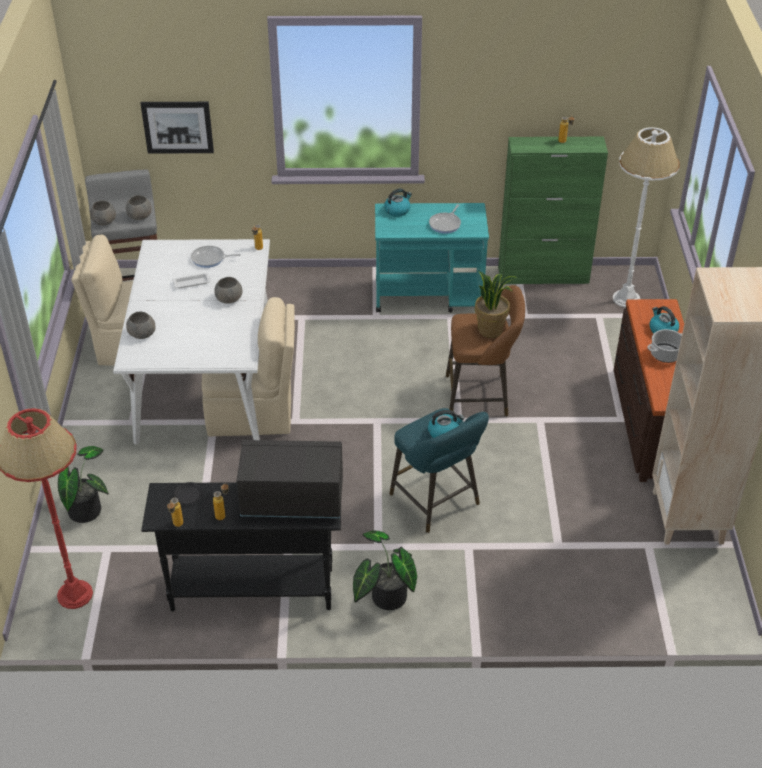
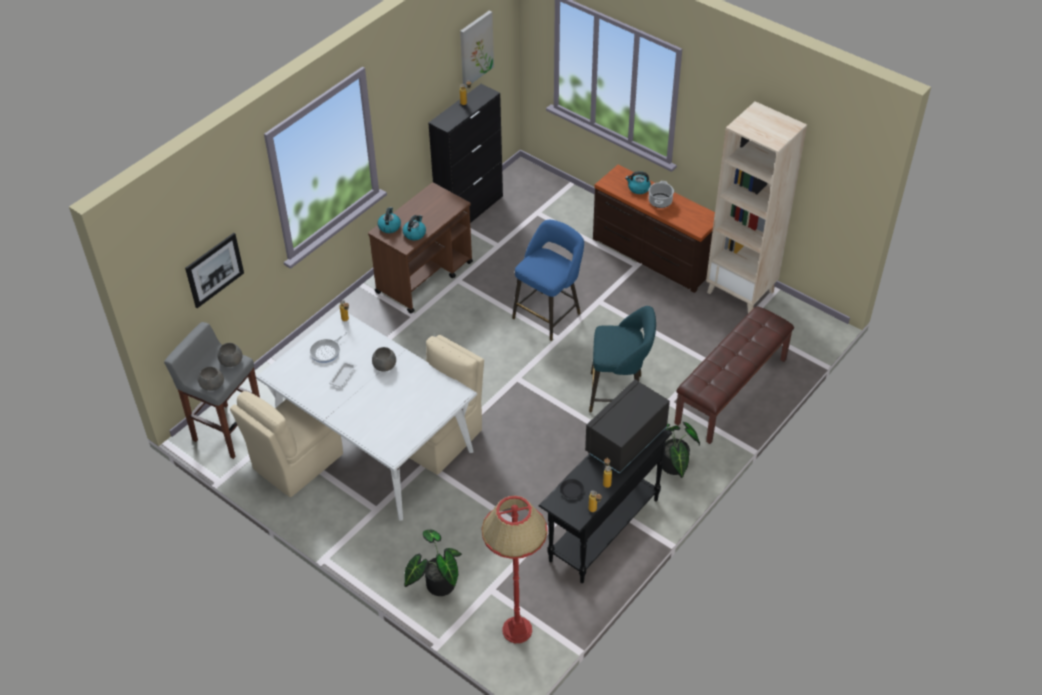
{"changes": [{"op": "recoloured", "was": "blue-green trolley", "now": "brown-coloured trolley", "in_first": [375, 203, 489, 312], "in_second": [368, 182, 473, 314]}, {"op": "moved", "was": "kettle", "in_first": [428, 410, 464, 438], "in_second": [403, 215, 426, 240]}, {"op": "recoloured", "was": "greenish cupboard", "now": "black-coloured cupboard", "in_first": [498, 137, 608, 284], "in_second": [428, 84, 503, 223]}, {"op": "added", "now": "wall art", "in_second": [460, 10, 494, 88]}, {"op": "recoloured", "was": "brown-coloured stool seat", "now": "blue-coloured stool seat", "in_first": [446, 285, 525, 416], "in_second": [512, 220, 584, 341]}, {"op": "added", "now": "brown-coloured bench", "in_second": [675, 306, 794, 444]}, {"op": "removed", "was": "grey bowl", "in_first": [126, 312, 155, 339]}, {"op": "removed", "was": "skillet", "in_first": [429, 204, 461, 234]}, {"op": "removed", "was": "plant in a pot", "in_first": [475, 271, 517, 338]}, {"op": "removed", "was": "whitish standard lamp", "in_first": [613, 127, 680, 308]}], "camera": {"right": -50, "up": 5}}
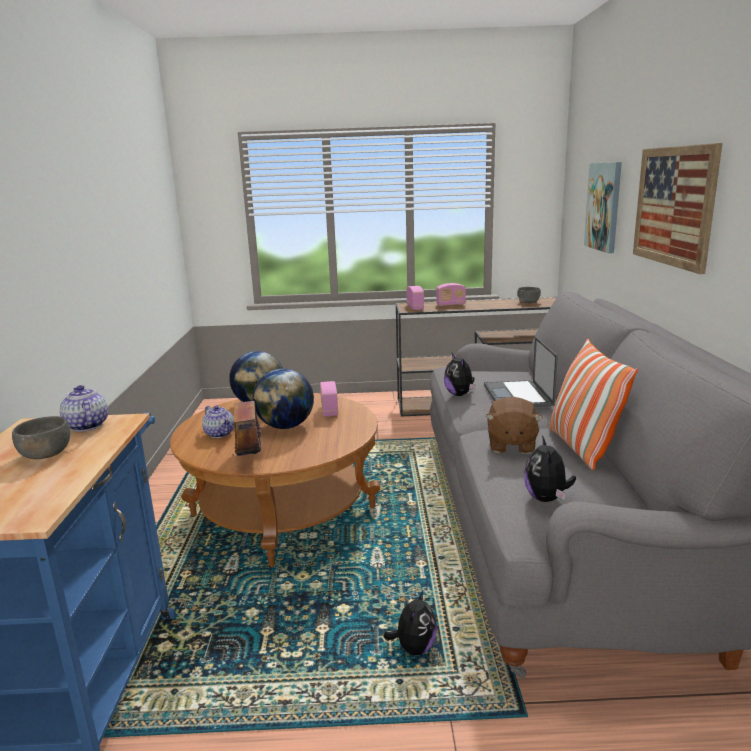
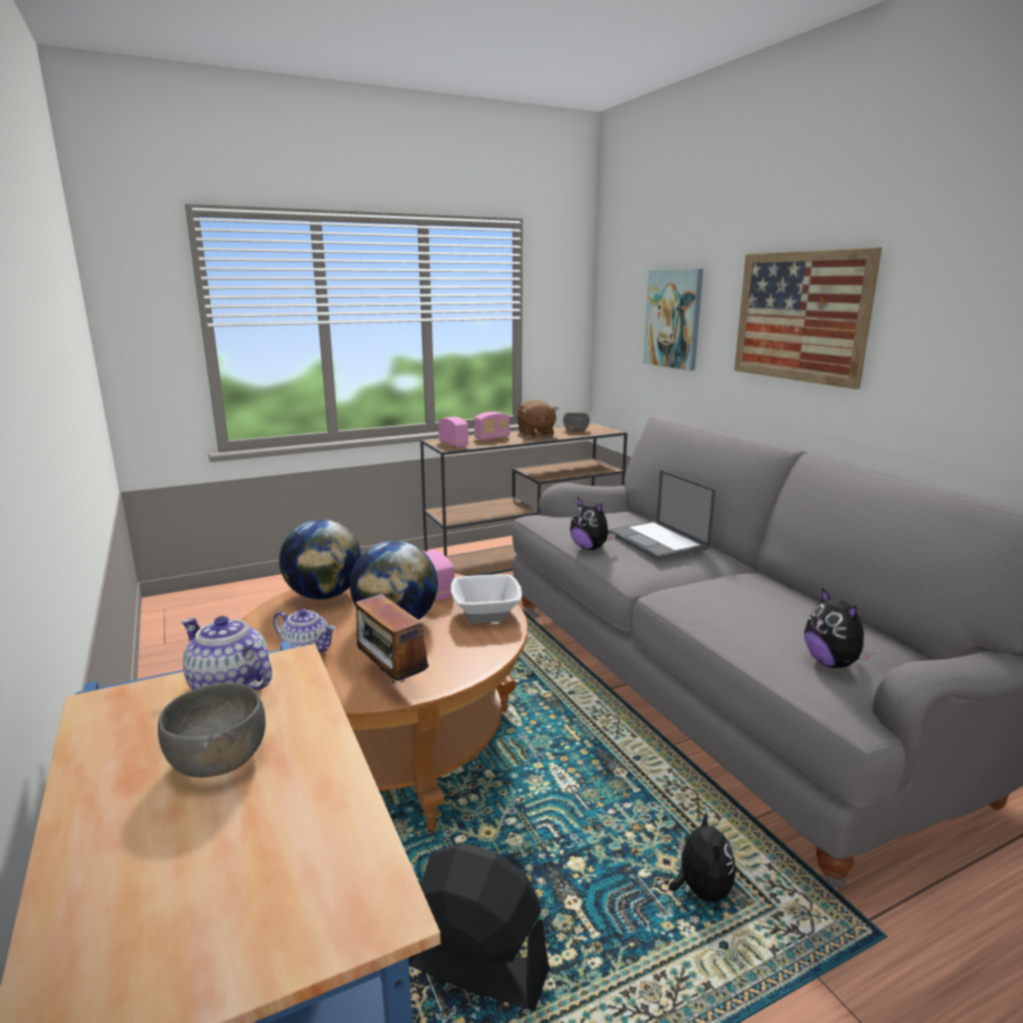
{"changes": [{"op": "added", "now": "black-coloured fan", "in_second": [408, 843, 549, 1011]}, {"op": "added", "now": "bowl", "in_second": [451, 574, 522, 623]}, {"op": "moved", "was": "brown-coloured plush toy", "in_first": [486, 396, 543, 454], "in_second": [517, 400, 559, 437]}, {"op": "removed", "was": "throw pillow", "in_first": [549, 339, 638, 470]}], "camera": {"right": -25, "up": 0}}
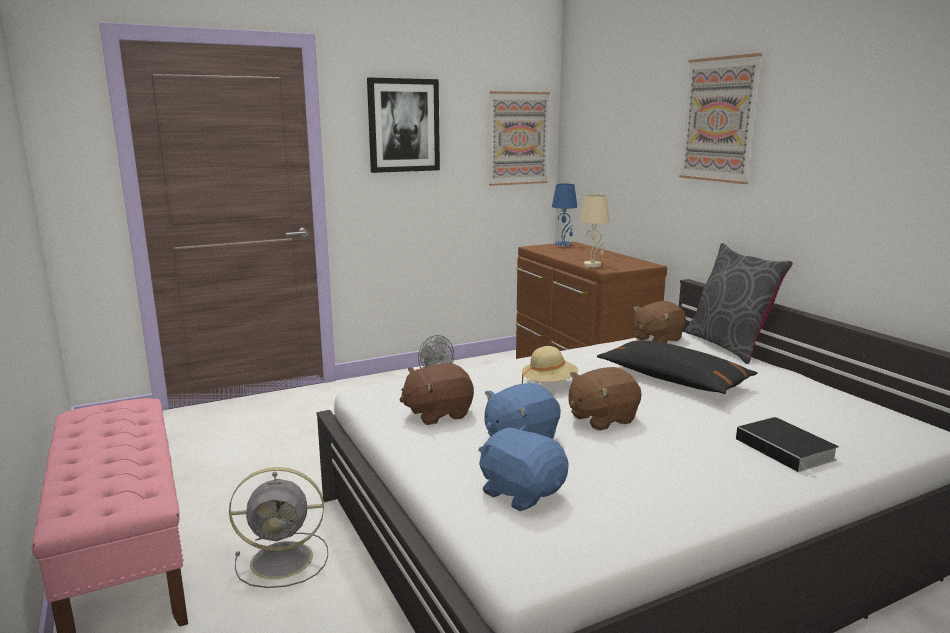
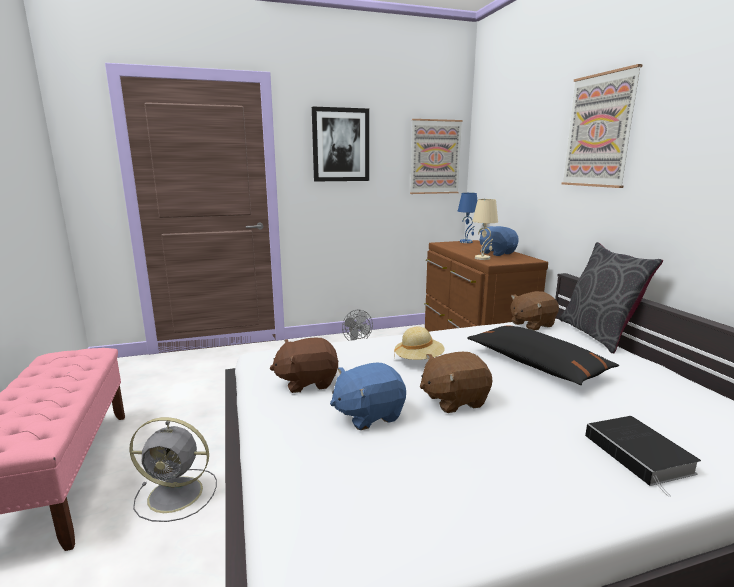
{"changes": [{"op": "moved", "was": "blue-coloured plush toy", "in_first": [478, 425, 569, 511], "in_second": [479, 226, 519, 256]}], "camera": {"right": 10, "up": 0}}
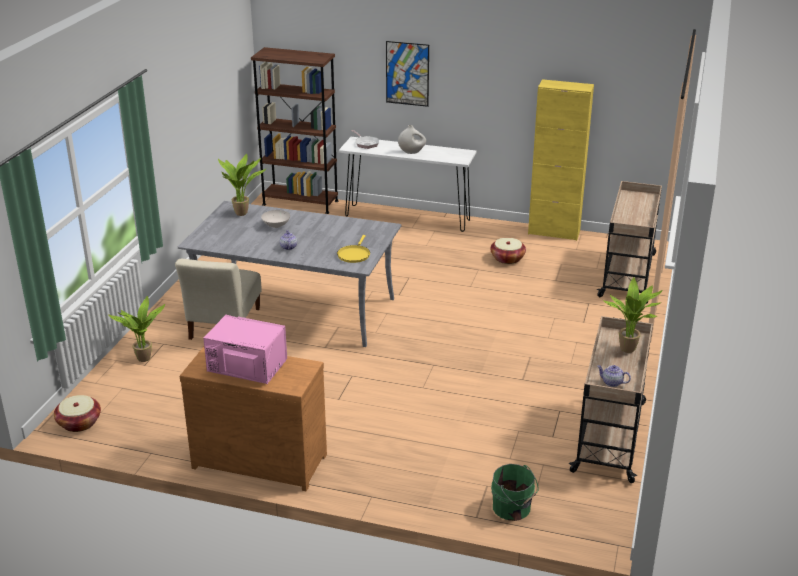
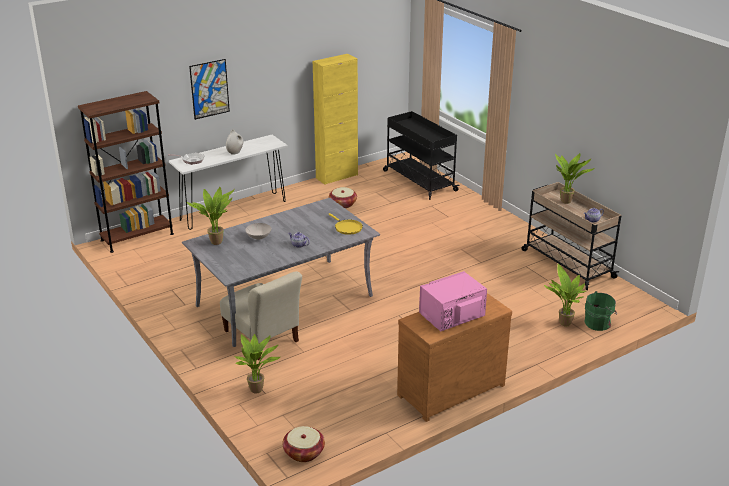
{"changes": [{"op": "recoloured", "was": "beige trolley", "now": "black-coloured trolley", "in_first": [597, 181, 662, 304], "in_second": [383, 111, 460, 200]}, {"op": "added", "now": "plant in a pot", "in_second": [544, 264, 588, 327]}], "camera": {"right": -50, "up": 0}}
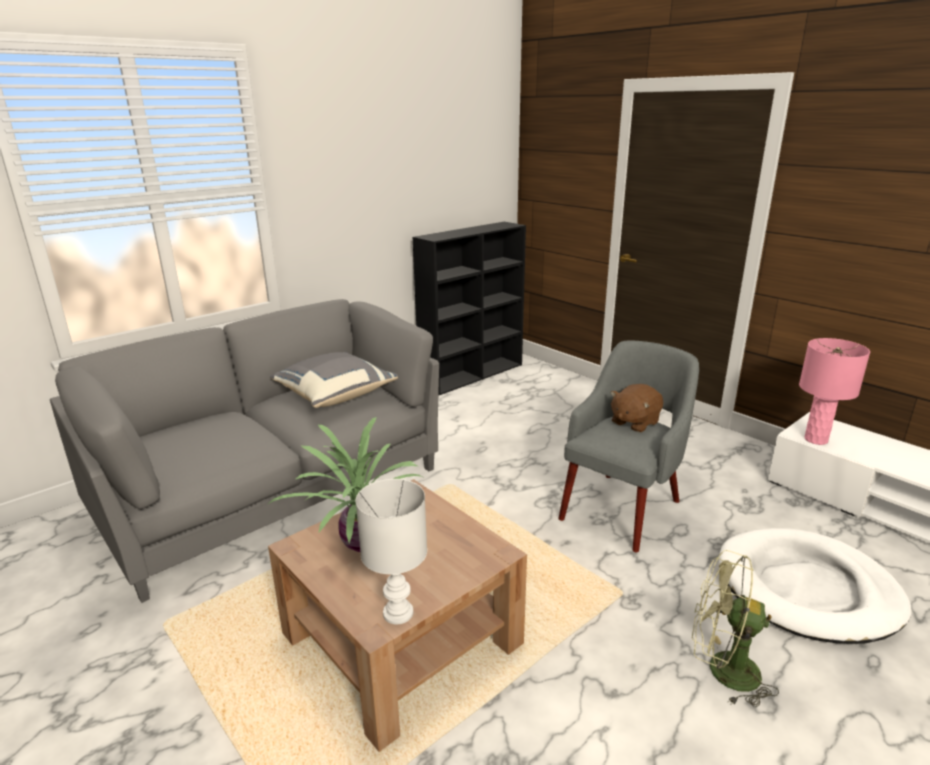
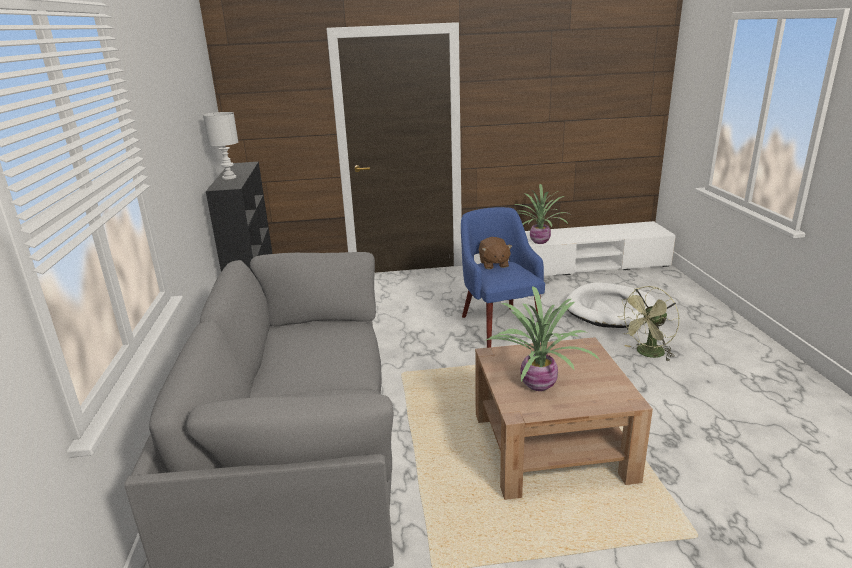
{"changes": [{"op": "moved", "was": "whitish lamp for a table", "in_first": [355, 479, 427, 625], "in_second": [203, 112, 238, 180]}, {"op": "recoloured", "was": "grey easy chair", "now": "blue-coloured easy chair", "in_first": [558, 341, 699, 553], "in_second": [461, 207, 545, 348]}, {"op": "replaced", "was": "pinkish lamp for a table", "now": "plant in a pot", "in_first": [799, 338, 870, 445], "in_second": [515, 184, 570, 244]}, {"op": "removed", "was": "grey throw pillow", "in_first": [270, 352, 398, 408]}], "camera": {"right": -55, "up": 0}}
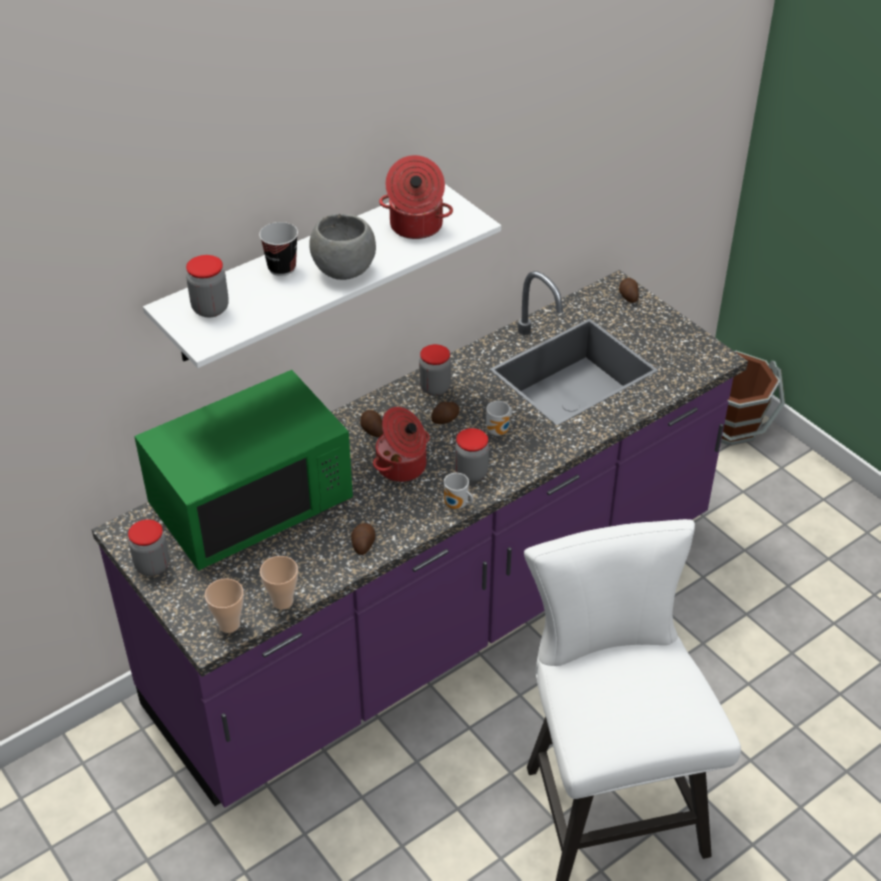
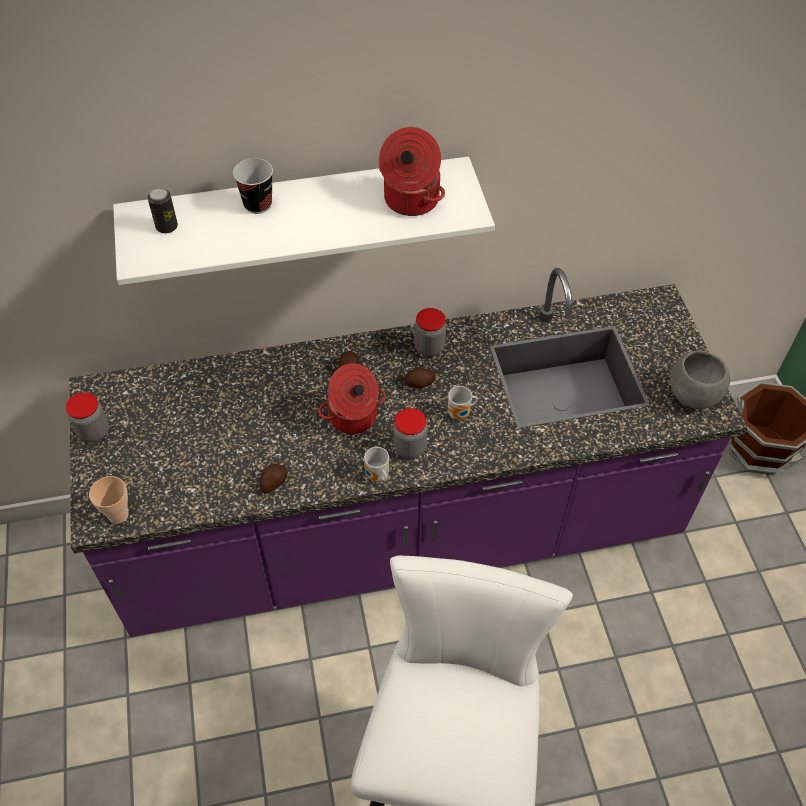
{"changes": [{"op": "replaced", "was": "storage jar", "now": "metal can", "in_first": [186, 255, 229, 317], "in_second": [147, 187, 178, 233]}, {"op": "moved", "was": "grey bowl", "in_first": [309, 213, 376, 280], "in_second": [670, 351, 730, 409]}, {"op": "removed", "was": "greenish microwave", "in_first": [134, 370, 353, 570]}, {"op": "removed", "was": "cup", "in_first": [260, 556, 298, 610]}, {"op": "removed", "was": "whole potato", "in_first": [619, 278, 639, 303]}], "camera": {"right": 25, "up": 10}}
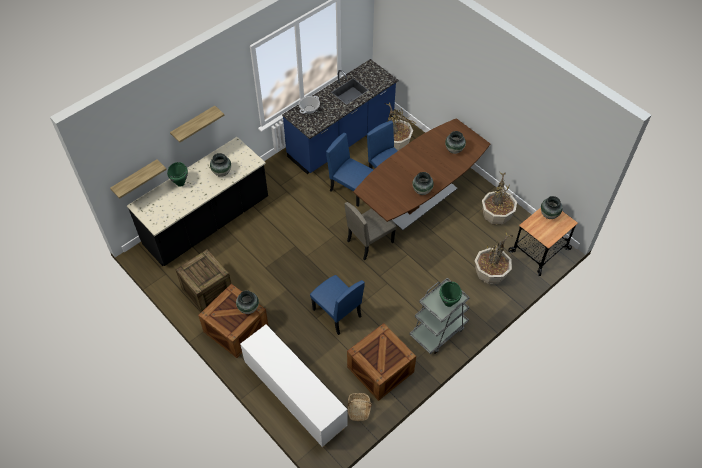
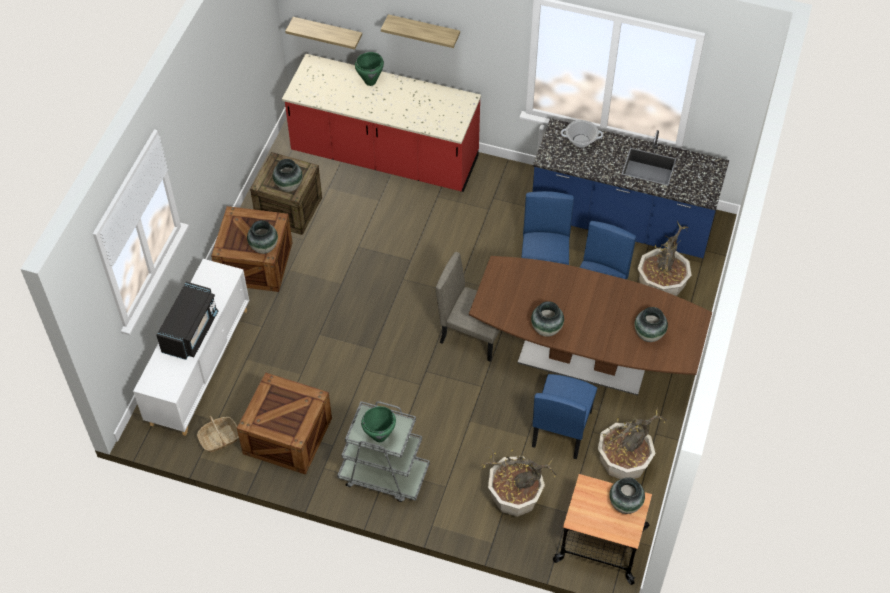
{"changes": [{"op": "added", "now": "black-coloured microwave", "in_second": [156, 282, 218, 360]}, {"op": "moved", "was": "decorative vase", "in_first": [210, 153, 231, 177], "in_second": [273, 159, 303, 192]}, {"op": "recoloured", "was": "black-coloured counter", "now": "red counter", "in_first": [127, 137, 268, 266], "in_second": [282, 54, 481, 192]}, {"op": "moved", "was": "blue-coloured chair", "in_first": [310, 275, 365, 335], "in_second": [532, 374, 597, 459]}], "camera": {"right": 60, "up": 0}}
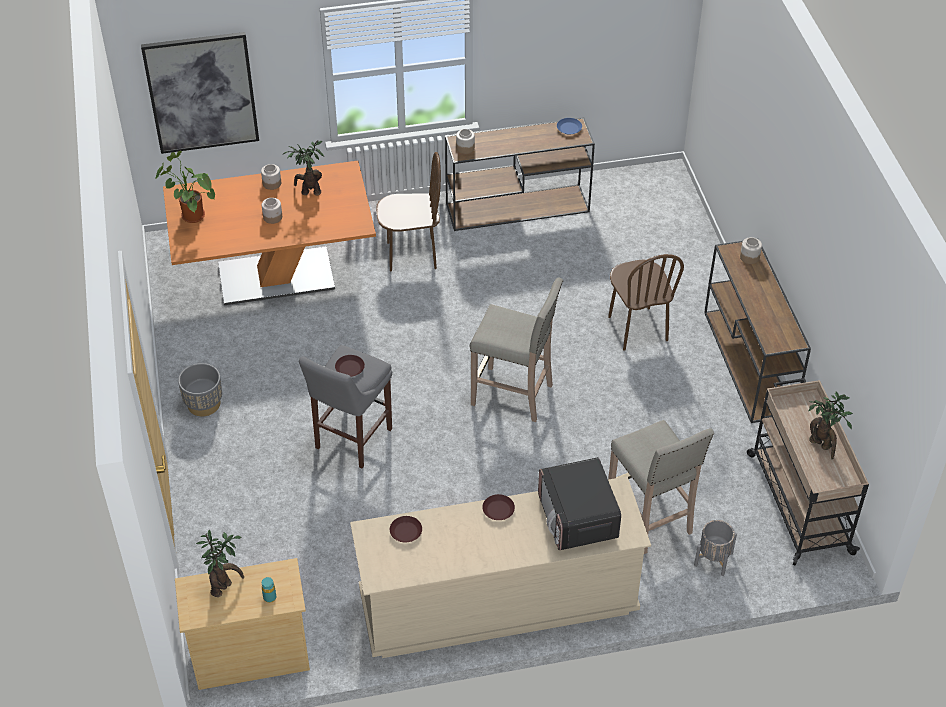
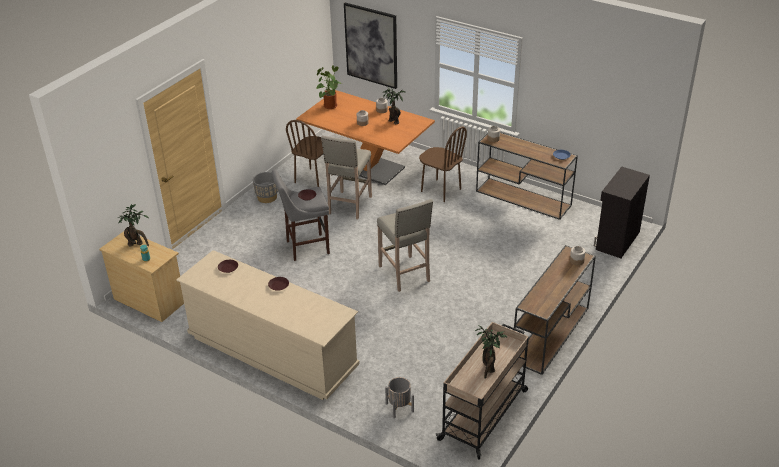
{"changes": [{"op": "moved", "was": "brown-coloured chair", "in_first": [608, 254, 684, 351], "in_second": [286, 120, 332, 187]}, {"op": "moved", "was": "beige stool seat", "in_first": [608, 420, 714, 554], "in_second": [321, 136, 372, 219]}, {"op": "added", "now": "black-coloured cupboard", "in_second": [594, 167, 650, 258]}, {"op": "removed", "was": "microwave", "in_first": [538, 457, 621, 550]}], "camera": {"right": 45, "up": -10}}
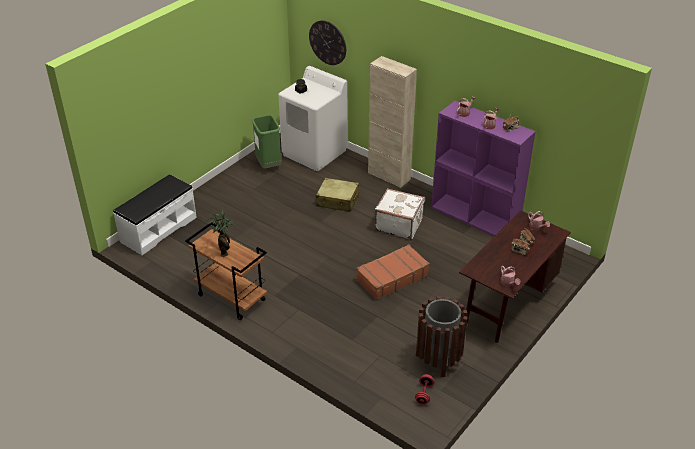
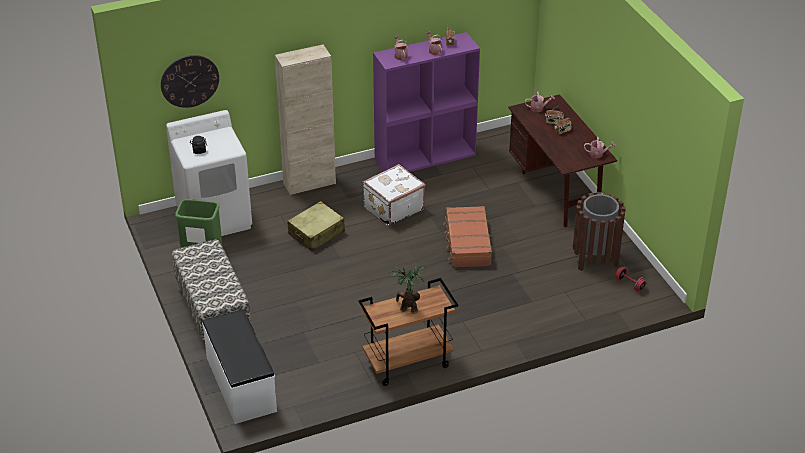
{"changes": [{"op": "added", "now": "bench", "in_second": [172, 239, 251, 341]}], "camera": {"right": -60, "up": 0}}
